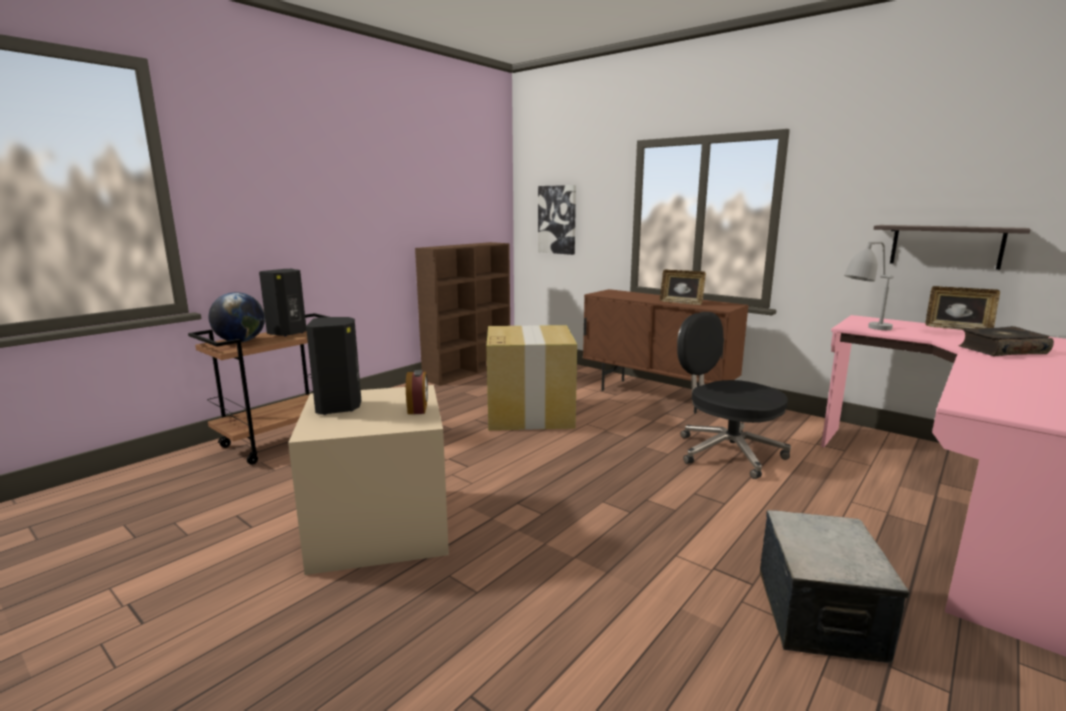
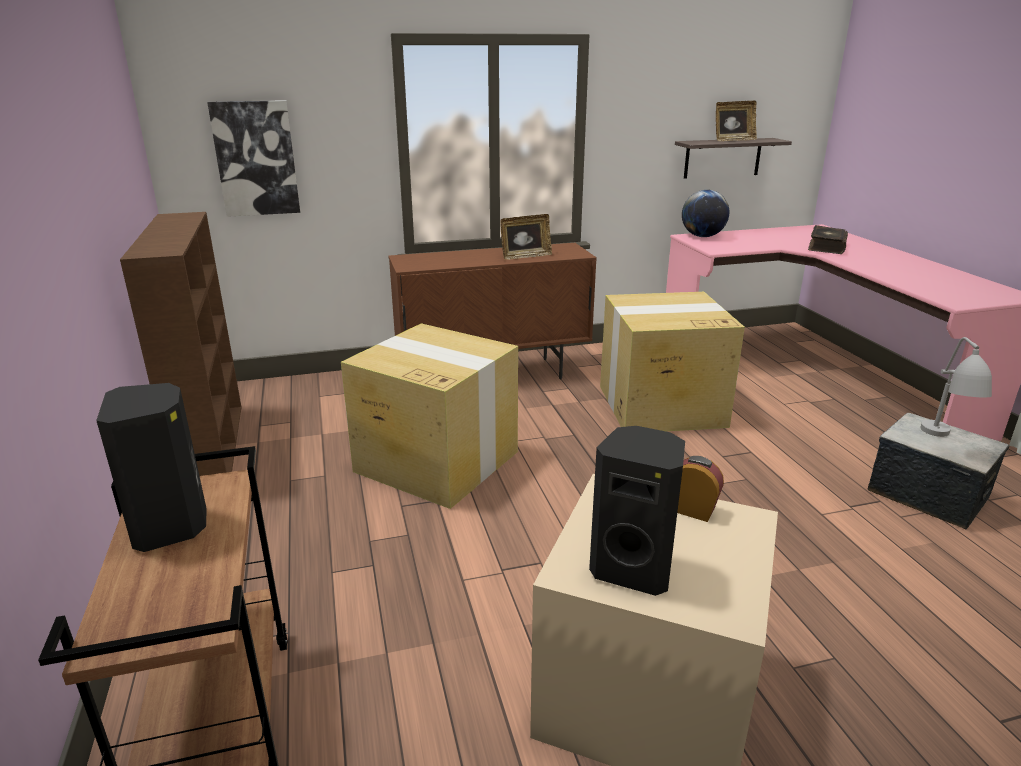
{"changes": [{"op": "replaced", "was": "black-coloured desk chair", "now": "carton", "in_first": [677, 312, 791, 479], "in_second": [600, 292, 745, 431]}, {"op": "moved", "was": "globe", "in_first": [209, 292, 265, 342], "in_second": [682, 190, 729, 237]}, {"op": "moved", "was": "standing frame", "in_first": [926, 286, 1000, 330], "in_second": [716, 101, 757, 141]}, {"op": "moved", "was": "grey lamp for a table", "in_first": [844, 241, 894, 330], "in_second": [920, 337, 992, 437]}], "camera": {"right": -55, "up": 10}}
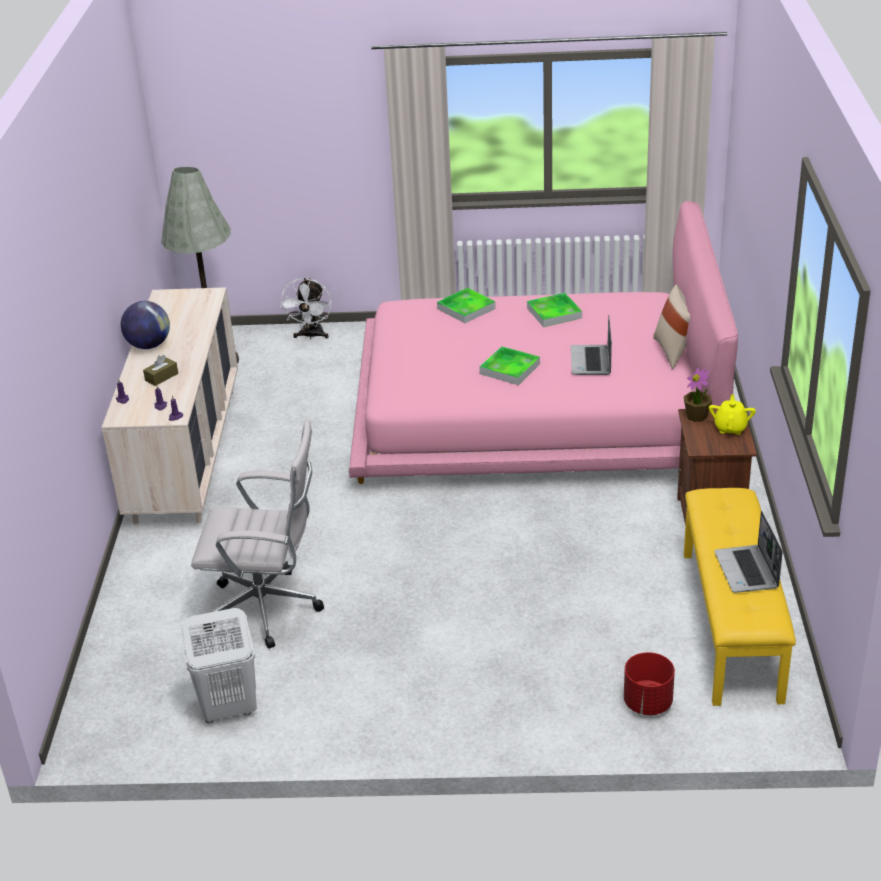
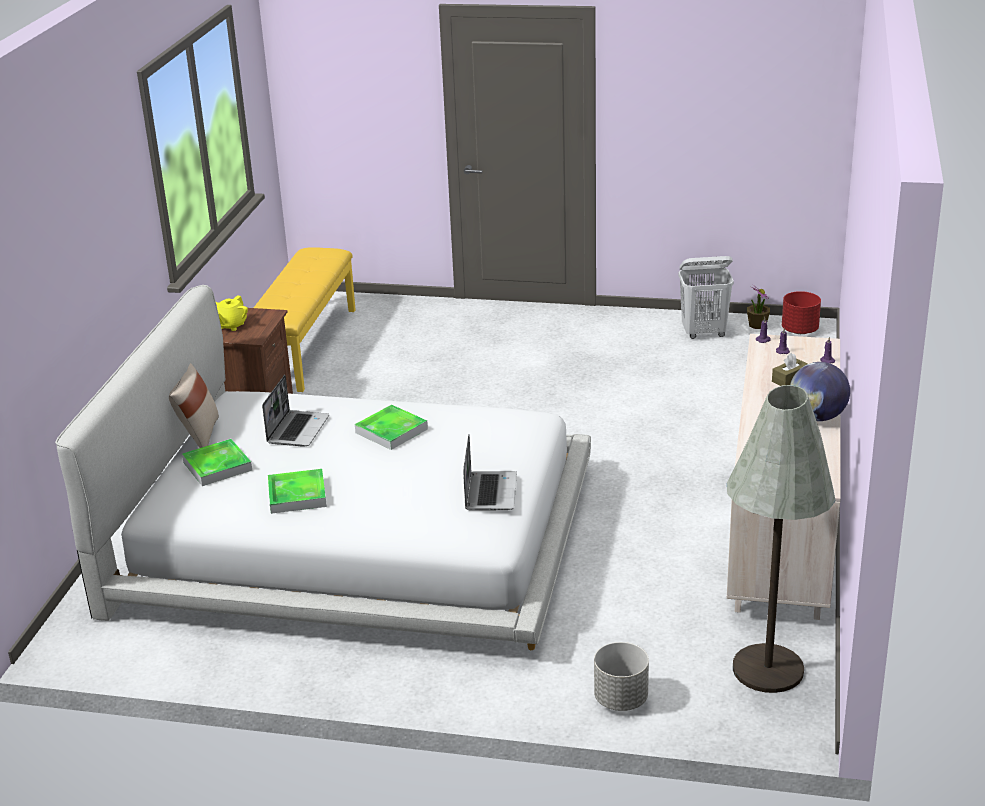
{"changes": [{"op": "recoloured", "was": "pinkish bedroom bed", "now": "whitish bedroom bed", "in_first": [349, 201, 738, 484], "in_second": [55, 285, 591, 650]}, {"op": "moved", "was": "serving tray", "in_first": [437, 288, 496, 323], "in_second": [182, 439, 252, 486]}, {"op": "moved", "was": "portable computer", "in_first": [714, 511, 783, 593], "in_second": [463, 435, 517, 511]}, {"op": "replaced", "was": "whitish fan", "now": "grey planter", "in_first": [280, 278, 332, 339], "in_second": [594, 642, 649, 711]}, {"op": "moved", "was": "plant in a pot", "in_first": [684, 368, 712, 422], "in_second": [747, 284, 770, 329]}, {"op": "moved", "was": "red planter", "in_first": [624, 652, 675, 715], "in_second": [782, 291, 821, 334]}, {"op": "removed", "was": "whitish desk chair", "in_first": [191, 419, 324, 649]}], "camera": {"right": -170, "up": -5}}
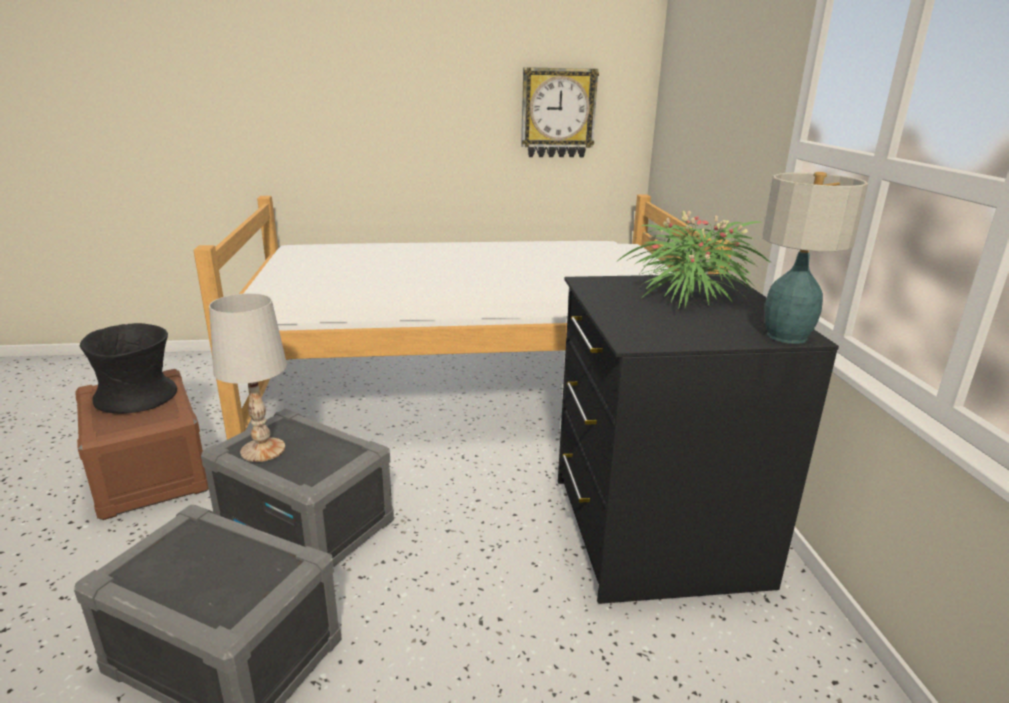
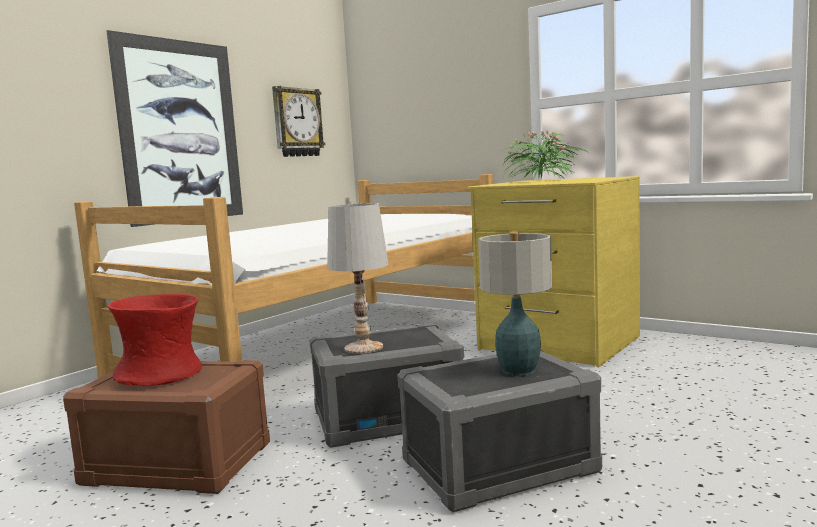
{"changes": [{"op": "added", "now": "wall art", "in_second": [107, 30, 243, 227]}, {"op": "recoloured", "was": "black-coloured decorative vase", "now": "red decorative vase", "in_first": [80, 323, 177, 414], "in_second": [108, 294, 202, 386]}, {"op": "recoloured", "was": "black-coloured drawer chest", "now": "yellow-coloured drawer chest", "in_first": [558, 274, 839, 604], "in_second": [467, 176, 640, 367]}, {"op": "moved", "was": "lamp for a table", "in_first": [763, 172, 868, 344], "in_second": [478, 232, 552, 376]}], "camera": {"right": -45, "up": -15}}
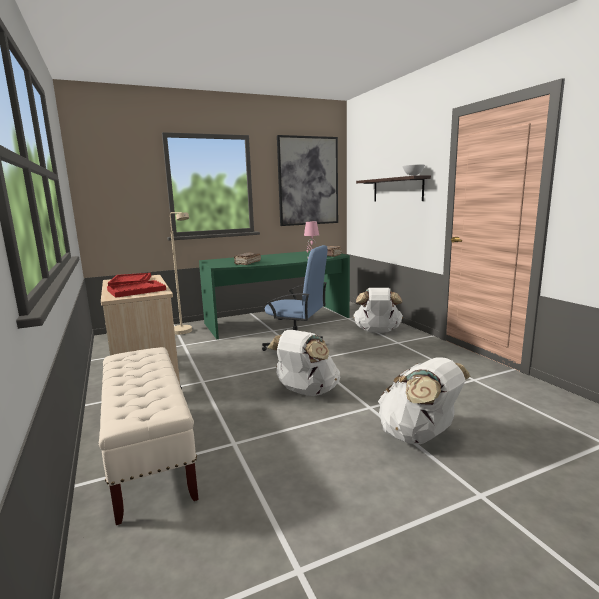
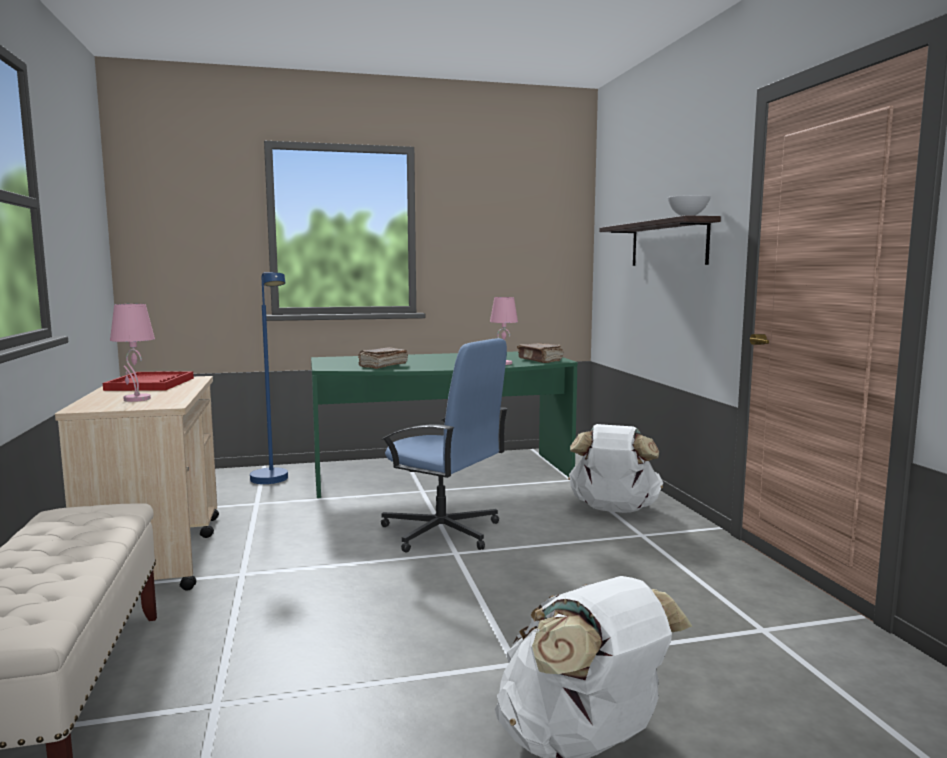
{"changes": [{"op": "replaced", "was": "red serving tray", "now": "pinkish lamp for a table", "in_first": [107, 280, 166, 298], "in_second": [110, 304, 155, 402]}, {"op": "recoloured", "was": "beige standard lamp", "now": "blue-coloured standard lamp", "in_first": [170, 212, 192, 335], "in_second": [250, 272, 288, 484]}, {"op": "removed", "was": "whitish knapsack", "in_first": [267, 330, 340, 396]}, {"op": "removed", "was": "wall art", "in_first": [277, 135, 338, 226]}], "camera": {"right": 10, "up": -5}}
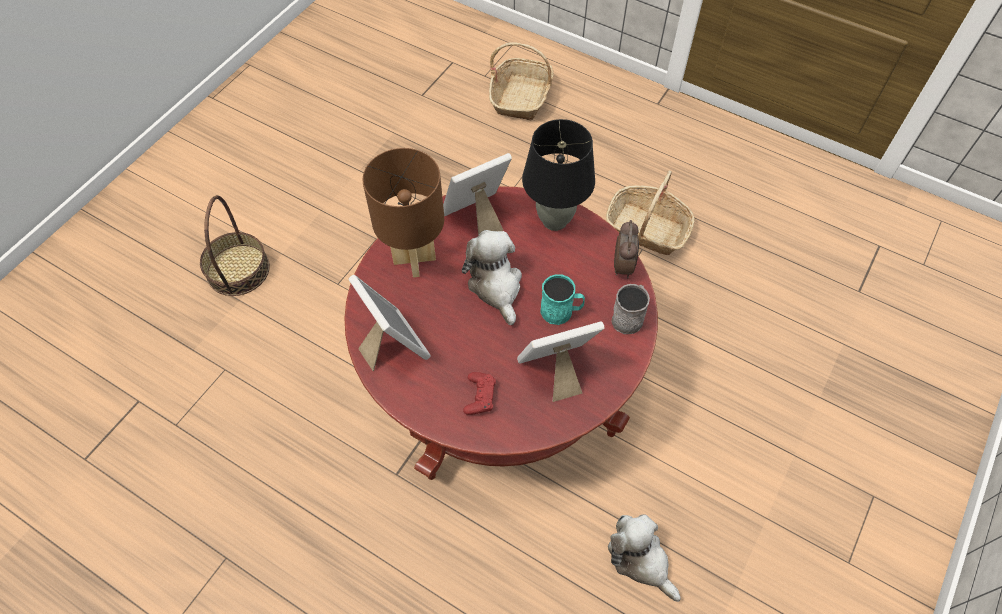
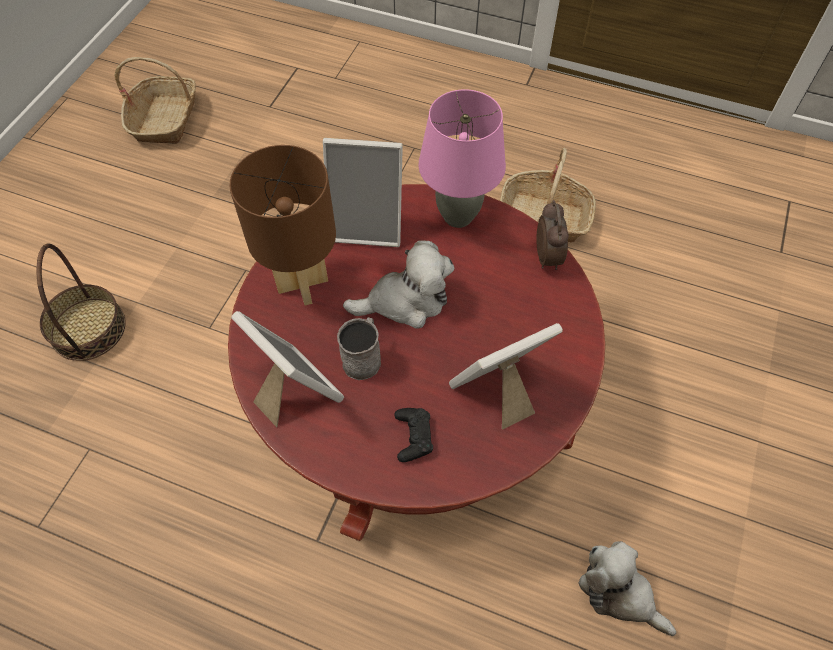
{"changes": [{"op": "moved", "was": "storage basket", "in_first": [489, 42, 554, 121], "in_second": [114, 57, 196, 144]}, {"op": "turned", "was": "standing frame", "in_first": [443, 153, 512, 235], "in_second": [323, 138, 403, 247], "clockwise": -135}, {"op": "moved", "was": "grey mug", "in_first": [611, 284, 650, 334], "in_second": [337, 317, 381, 380]}, {"op": "turned", "was": "plush toy", "in_first": [462, 230, 522, 325], "in_second": [343, 241, 454, 329], "clockwise": 105}, {"op": "recoloured", "was": "red gamepad", "now": "black-coloured gamepad", "in_first": [463, 372, 496, 415], "in_second": [394, 408, 433, 462]}, {"op": "recoloured", "was": "black-coloured lamp for a table", "now": "pinkish lamp for a table", "in_first": [522, 119, 595, 231], "in_second": [419, 89, 506, 228]}, {"op": "removed", "was": "blue-green mug", "in_first": [541, 274, 585, 325]}], "camera": {"right": -10, "up": 0}}
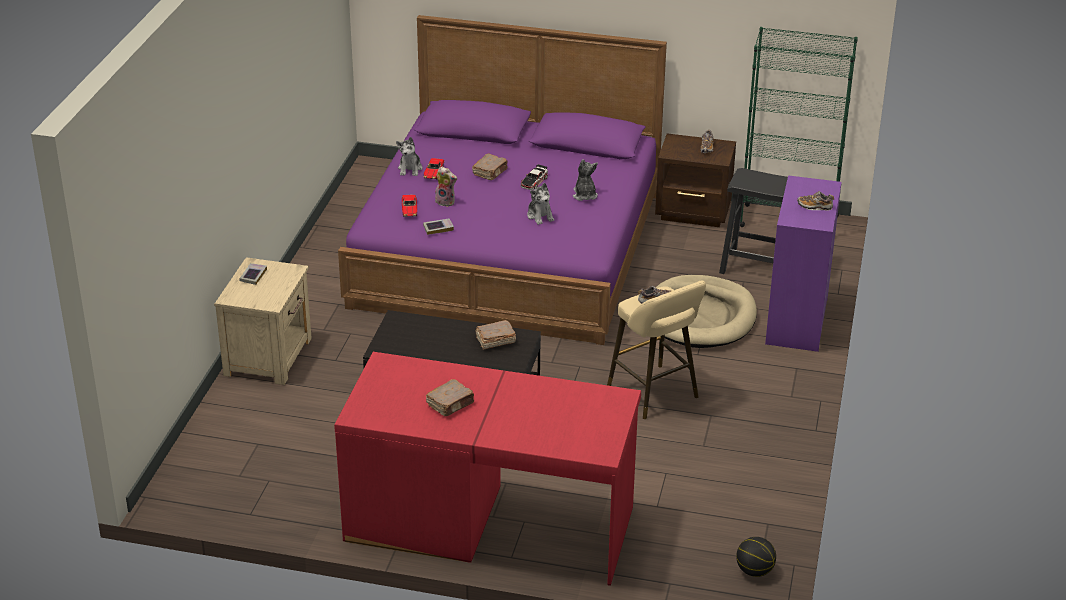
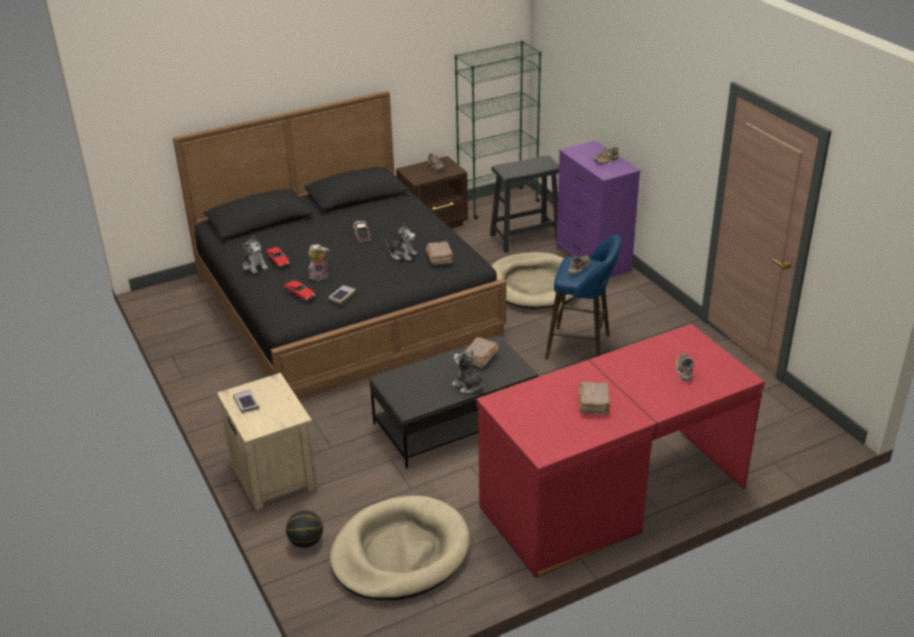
{"changes": [{"op": "recoloured", "was": "purplish bedroom bed", "now": "black-coloured bedroom bed", "in_first": [338, 15, 667, 345], "in_second": [173, 91, 506, 400]}, {"op": "moved", "was": "basketball ball", "in_first": [736, 537, 776, 577], "in_second": [286, 510, 323, 548]}, {"op": "added", "now": "beige dog cushion", "in_second": [330, 496, 470, 600]}, {"op": "moved", "was": "brown-coloured bound book", "in_first": [472, 154, 508, 180], "in_second": [426, 241, 454, 265]}, {"op": "moved", "was": "plush toy", "in_first": [573, 159, 598, 201], "in_second": [452, 349, 485, 394]}, {"op": "recoloured", "was": "beige stool seat", "now": "blue-coloured stool seat", "in_first": [607, 280, 706, 419], "in_second": [545, 235, 621, 359]}, {"op": "added", "now": "low shoe", "in_second": [675, 353, 694, 381]}], "camera": {"right": -40, "up": 0}}
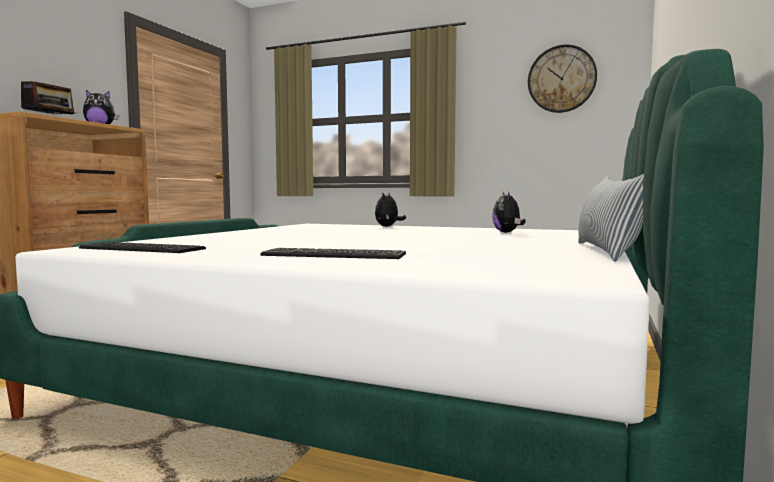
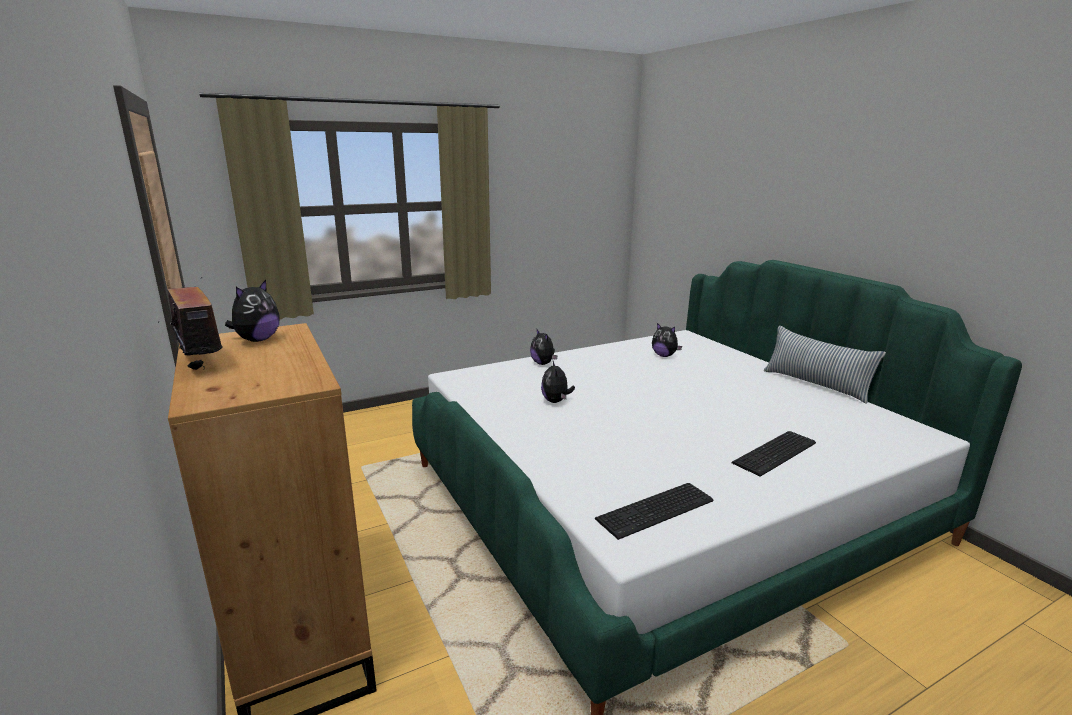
{"changes": [{"op": "added", "now": "plush toy", "in_second": [541, 359, 575, 403]}, {"op": "removed", "was": "clock on the wall", "in_first": [528, 45, 597, 113]}], "camera": {"right": -50, "up": 15}}
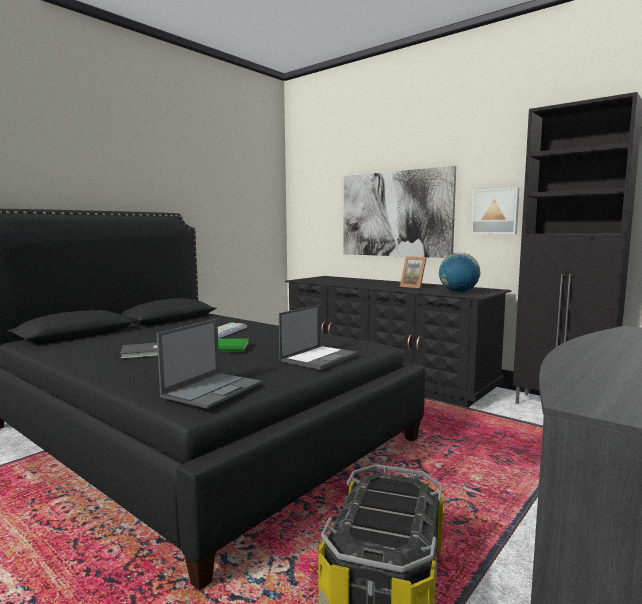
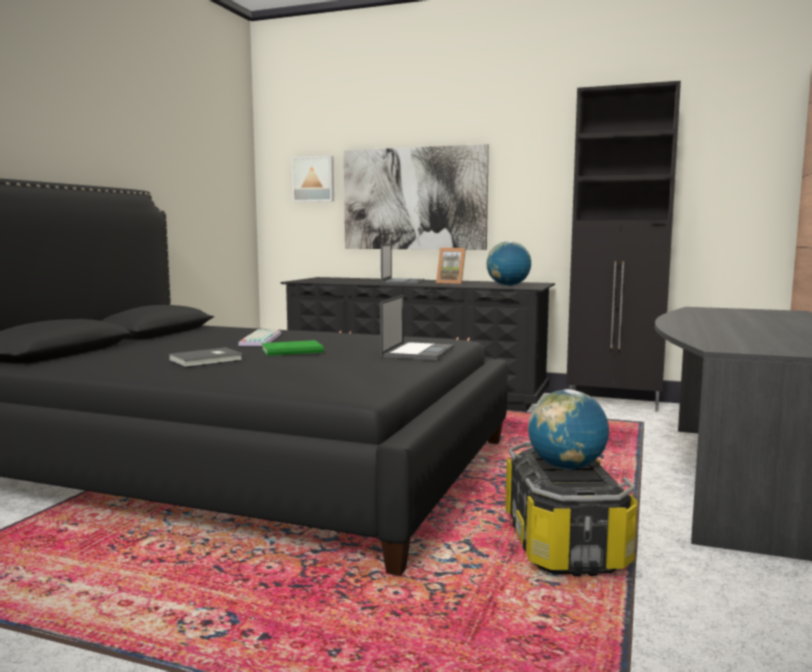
{"changes": [{"op": "moved", "was": "wall art", "in_first": [471, 187, 520, 234], "in_second": [292, 156, 334, 202]}, {"op": "moved", "was": "portable computer", "in_first": [156, 319, 262, 409], "in_second": [381, 244, 425, 284]}, {"op": "added", "now": "globe", "in_second": [528, 389, 609, 470]}], "camera": {"right": -20, "up": 0}}
